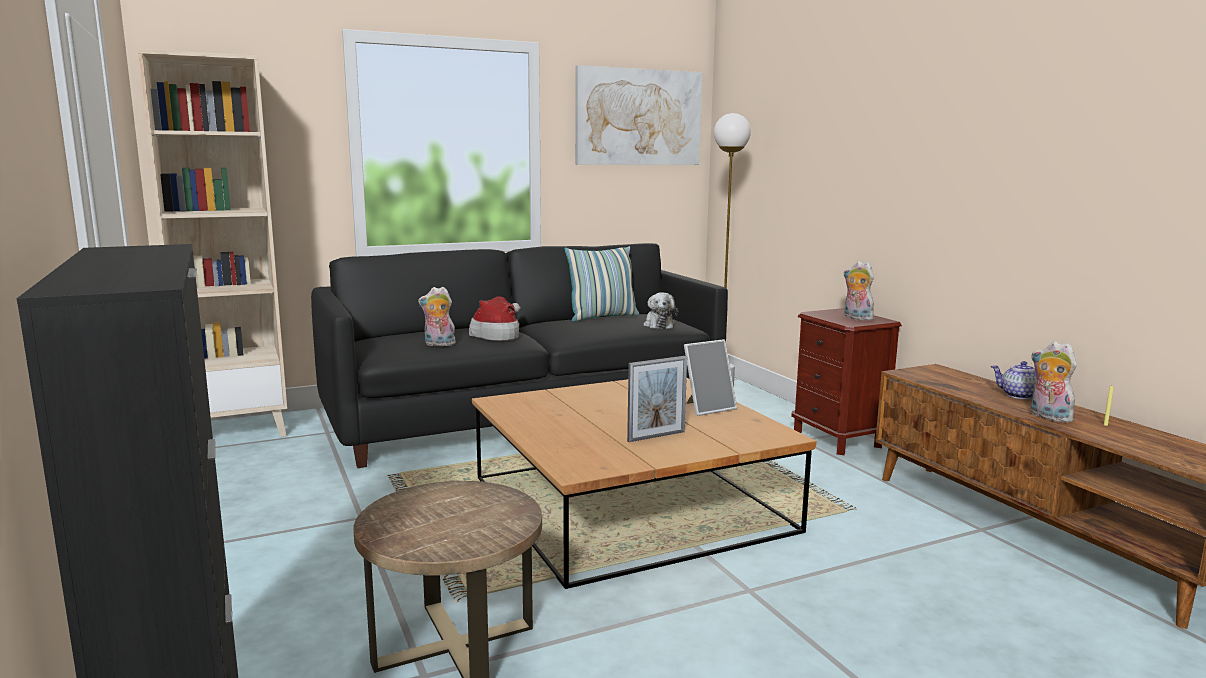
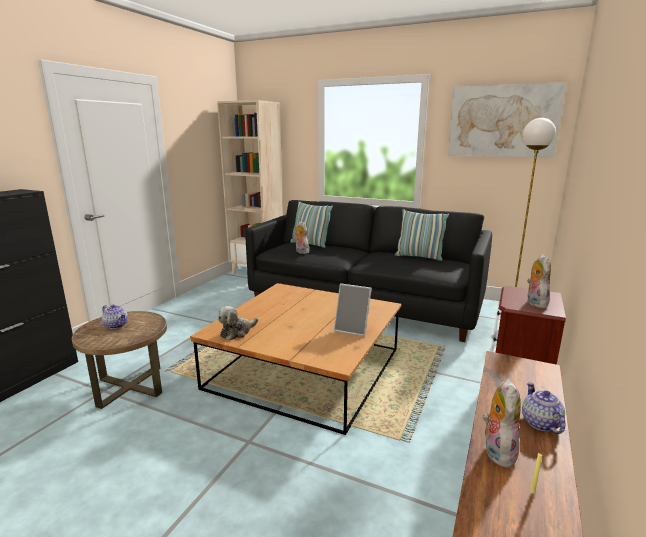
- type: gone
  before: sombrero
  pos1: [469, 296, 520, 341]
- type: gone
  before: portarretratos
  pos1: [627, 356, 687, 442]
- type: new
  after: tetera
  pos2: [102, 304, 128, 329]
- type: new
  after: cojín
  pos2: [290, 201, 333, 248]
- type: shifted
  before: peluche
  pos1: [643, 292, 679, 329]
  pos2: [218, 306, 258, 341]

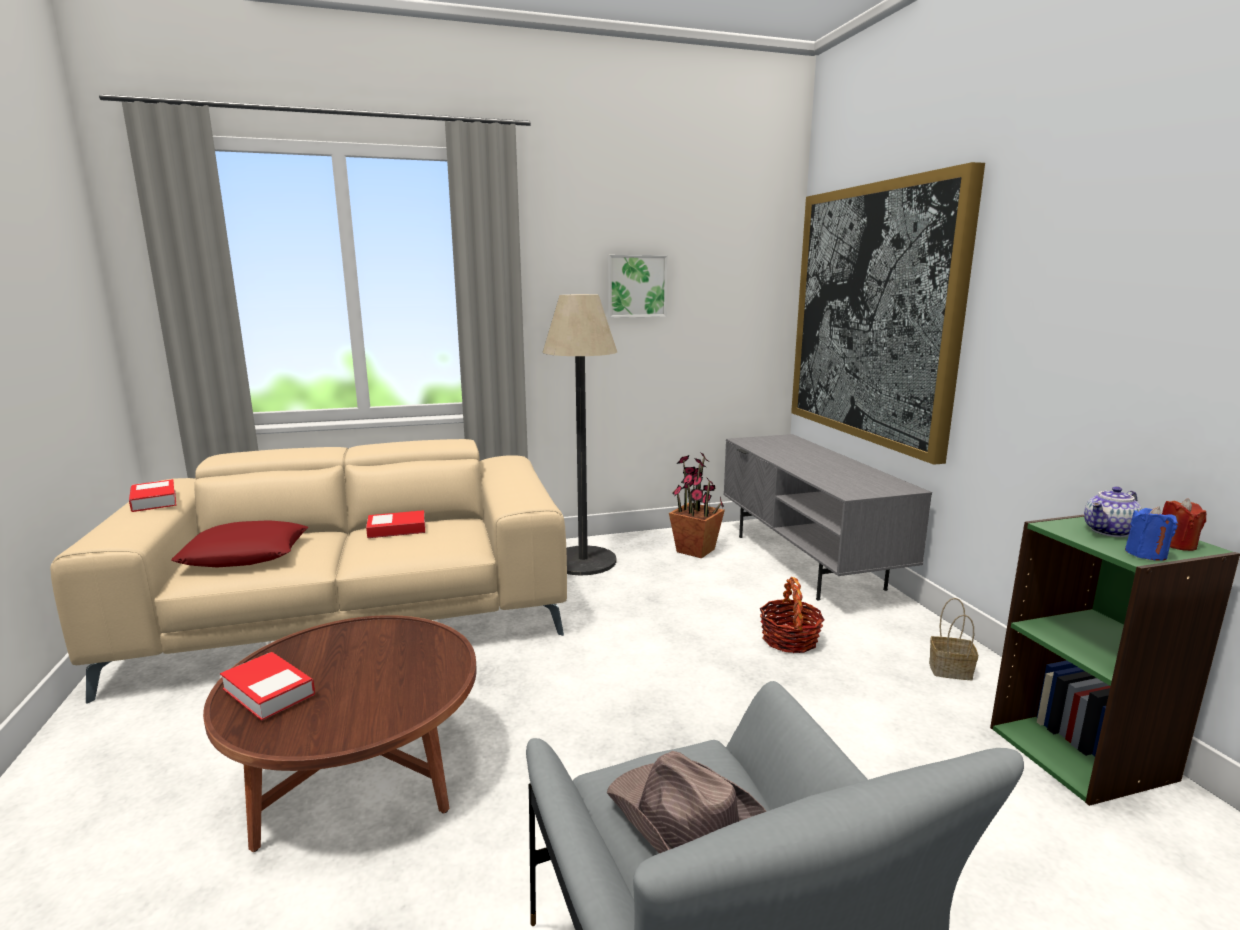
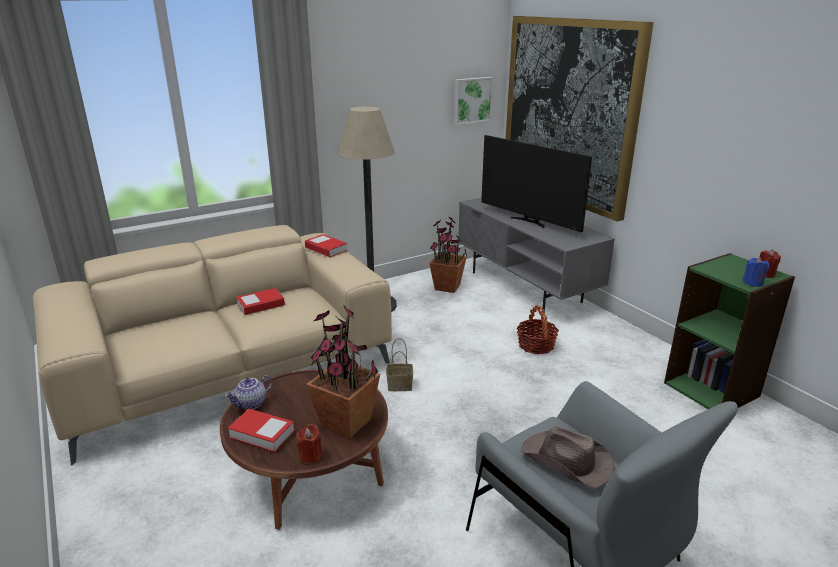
- type: gone
  before: cojín [rojo]
  pos1: [171, 520, 308, 567]
- type: new
  after: vela [rojo]
  pos2: [296, 424, 322, 463]
- type: new
  after: planta en maceta
  pos2: [306, 304, 380, 438]
- type: new
  after: televisor
  pos2: [481, 135, 592, 232]
- type: shifted
  before: libro
  pos1: [129, 479, 176, 512]
  pos2: [305, 234, 348, 257]
- type: shifted
  before: cuadro
  pos1: [608, 255, 667, 318]
  pos2: [454, 77, 493, 125]
- type: shifted
  before: cesta
  pos1: [929, 598, 978, 680]
  pos2: [386, 338, 413, 391]
- type: shifted
  before: tetera
  pos1: [1084, 487, 1142, 537]
  pos2: [225, 375, 272, 410]

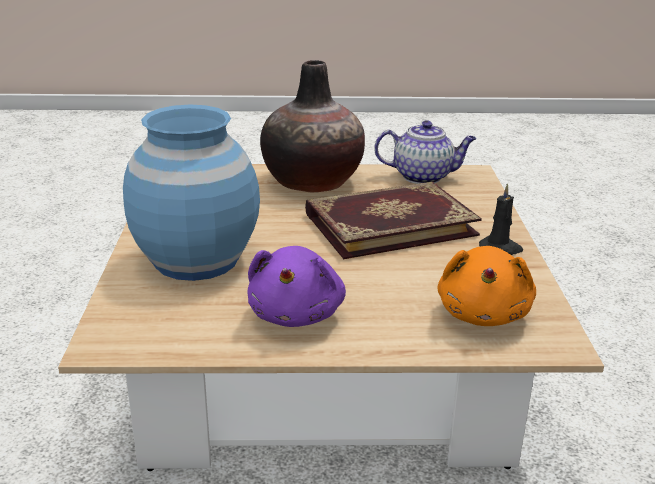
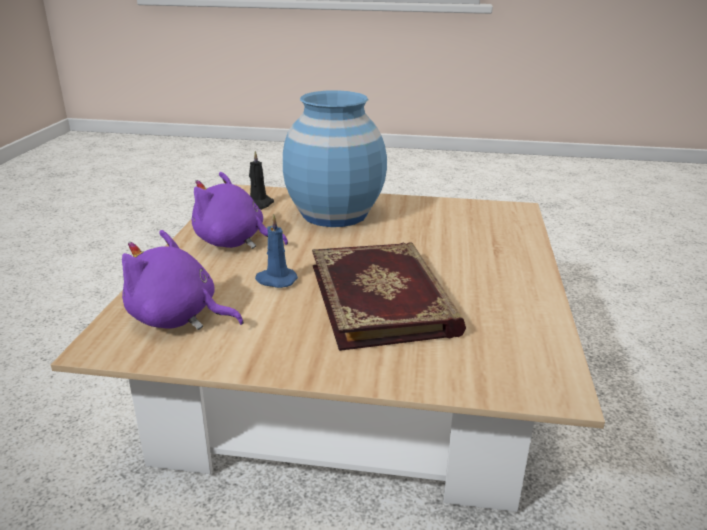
- type: gone
  before: florero
  pos1: [260, 60, 365, 192]
- type: gone
  before: tetera
  pos1: [374, 120, 477, 184]
- type: new
  after: vela [azul]
  pos2: [255, 215, 298, 288]
- type: shifted
  before: vela [negro]
  pos1: [479, 183, 523, 255]
  pos2: [249, 151, 274, 210]
- type: repainted
  before: peluche [naranja]
  after: peluche [morado]
  pos1: [437, 246, 536, 326]
  pos2: [122, 230, 244, 330]

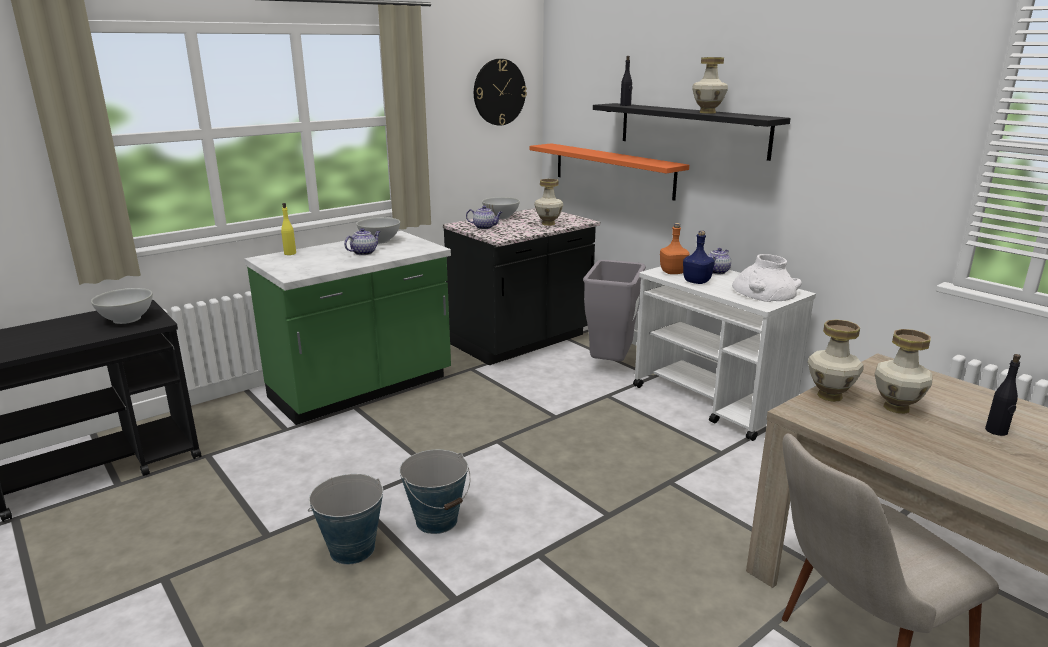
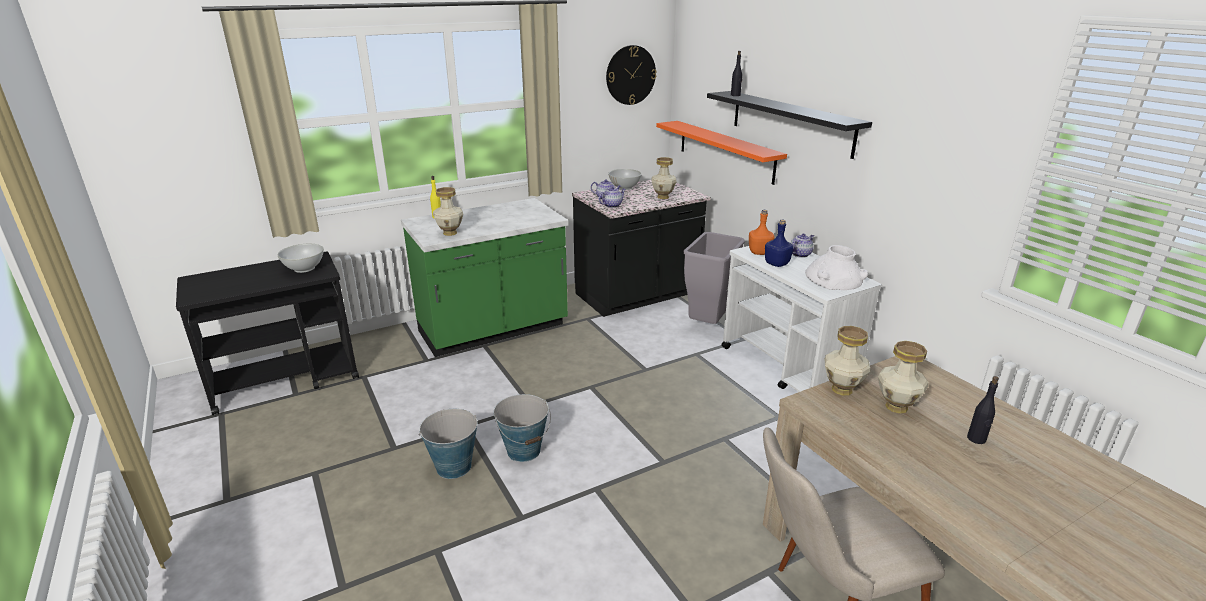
- type: gone
  before: cuenco [blanco]
  pos1: [356, 217, 400, 244]
- type: shifted
  before: tetera
  pos1: [344, 228, 381, 255]
  pos2: [599, 186, 625, 208]
- type: shifted
  before: florero
  pos1: [692, 57, 728, 114]
  pos2: [433, 187, 463, 236]

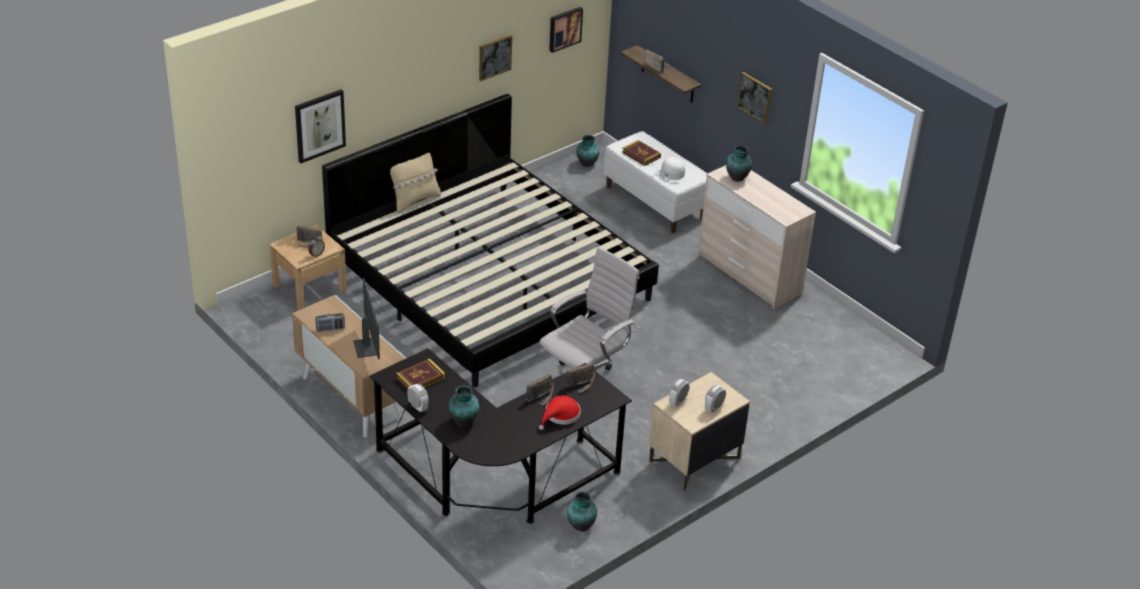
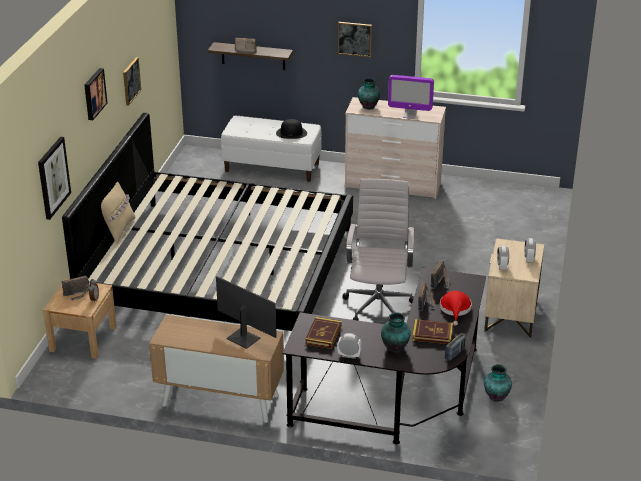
- type: gone
  before: florero
  pos1: [576, 135, 600, 167]
- type: new
  after: monitor
  pos2: [388, 75, 434, 119]
- type: shifted
  before: radio
  pos1: [316, 313, 345, 332]
  pos2: [445, 333, 466, 361]
- type: shifted
  before: cuadro
  pos1: [549, 7, 583, 53]
  pos2: [84, 68, 107, 120]
- type: shifted
  before: libro
  pos1: [622, 140, 661, 166]
  pos2: [412, 319, 453, 344]
- type: repainted
  before: sombrero [blanco]
  after: sombrero [negro]
  pos1: [656, 157, 690, 183]
  pos2: [276, 119, 307, 139]

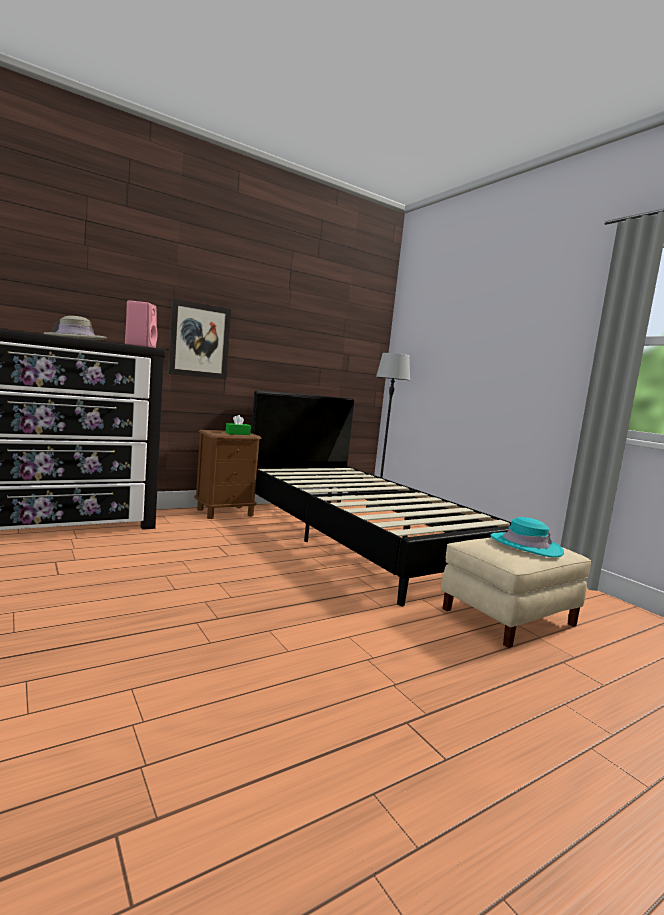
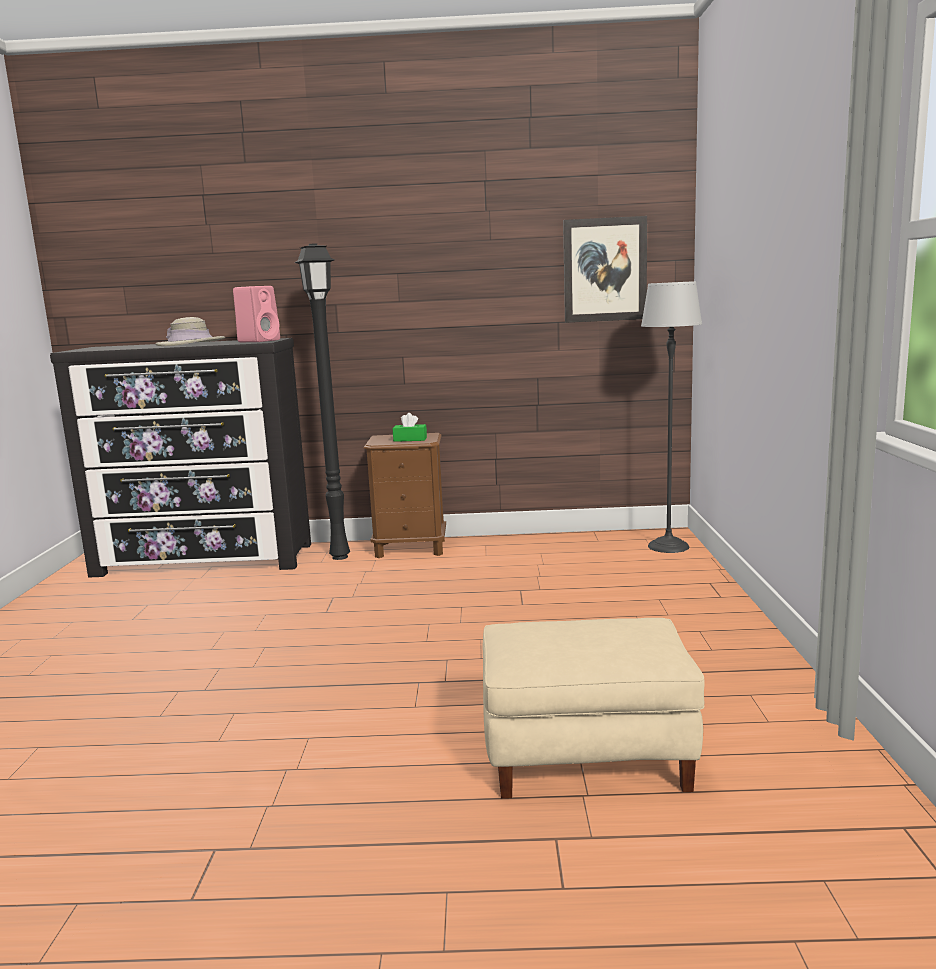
- type: gone
  before: cama [negro]
  pos1: [251, 390, 512, 606]
- type: gone
  before: sombrero [turquesa]
  pos1: [490, 517, 564, 557]
- type: new
  after: lámpara de pie [negro]
  pos2: [295, 244, 350, 560]
- type: shifted
  before: cuadro
  pos1: [168, 299, 231, 379]
  pos2: [563, 216, 647, 323]

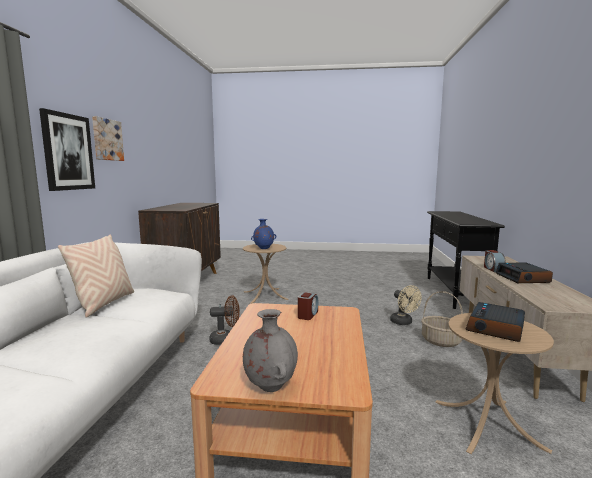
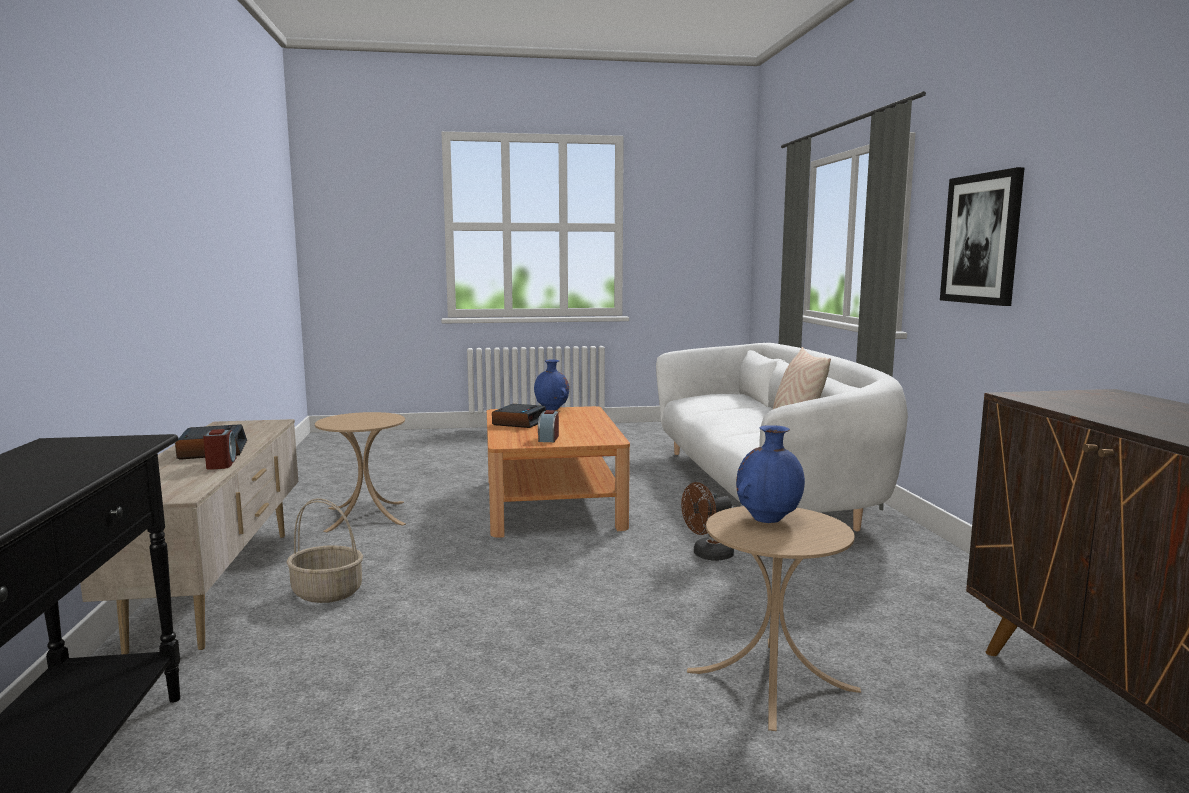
- type: gone
  before: cuadro
  pos1: [92, 116, 124, 161]
- type: gone
  before: ventilador [beis]
  pos1: [390, 285, 422, 325]
- type: shifted
  before: despertador
  pos1: [466, 302, 525, 342]
  pos2: [492, 404, 546, 428]
- type: repainted
  before: florero [gris]
  after: florero [azul]
  pos1: [243, 309, 298, 392]
  pos2: [534, 359, 569, 410]

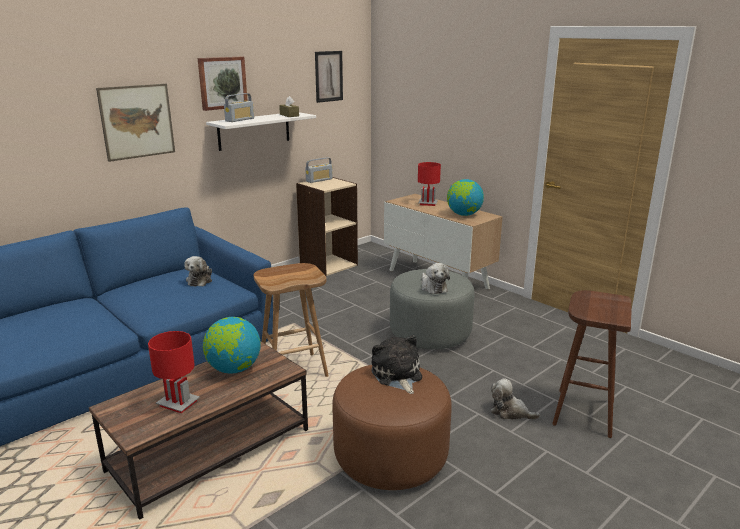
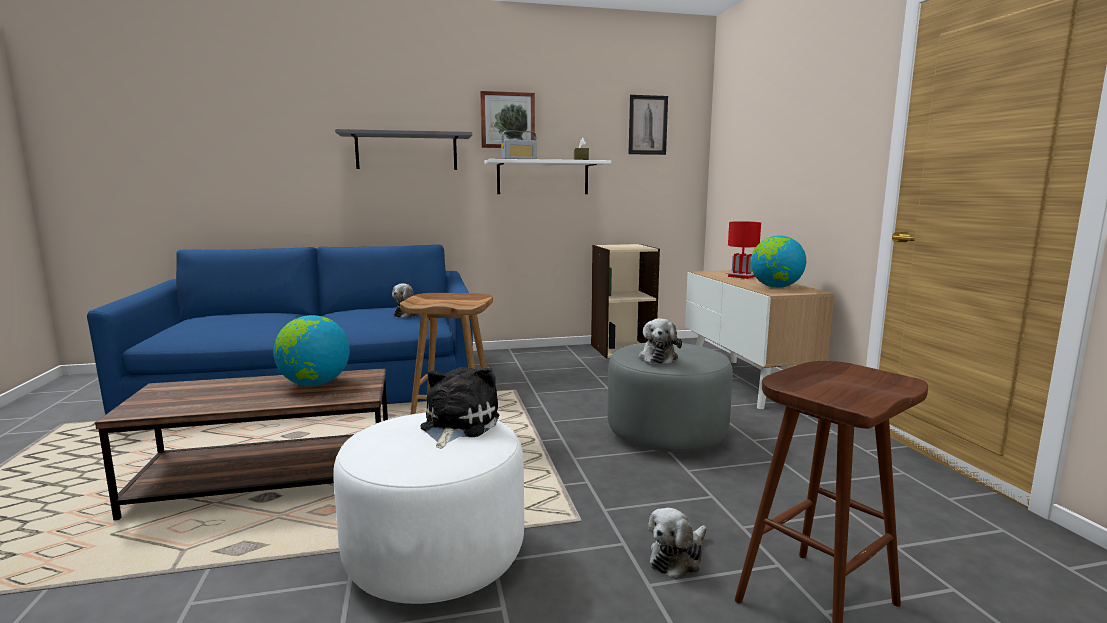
- type: gone
  before: lámpara de mesa [rojo]
  pos1: [148, 331, 200, 413]
- type: gone
  before: radio
  pos1: [305, 157, 333, 183]
- type: swapped
  before: cuadro
  after: estante [gris]
  pos1: [96, 84, 175, 162]
  pos2: [335, 129, 472, 170]
- type: repainted
  before: puf [marrón]
  after: puf [blanco]
  pos1: [332, 365, 452, 490]
  pos2: [333, 413, 524, 604]
- type: rotated
  before: peluche
  pos1: [491, 378, 541, 420]
  pos2: [648, 508, 707, 580]
  turn: -105

